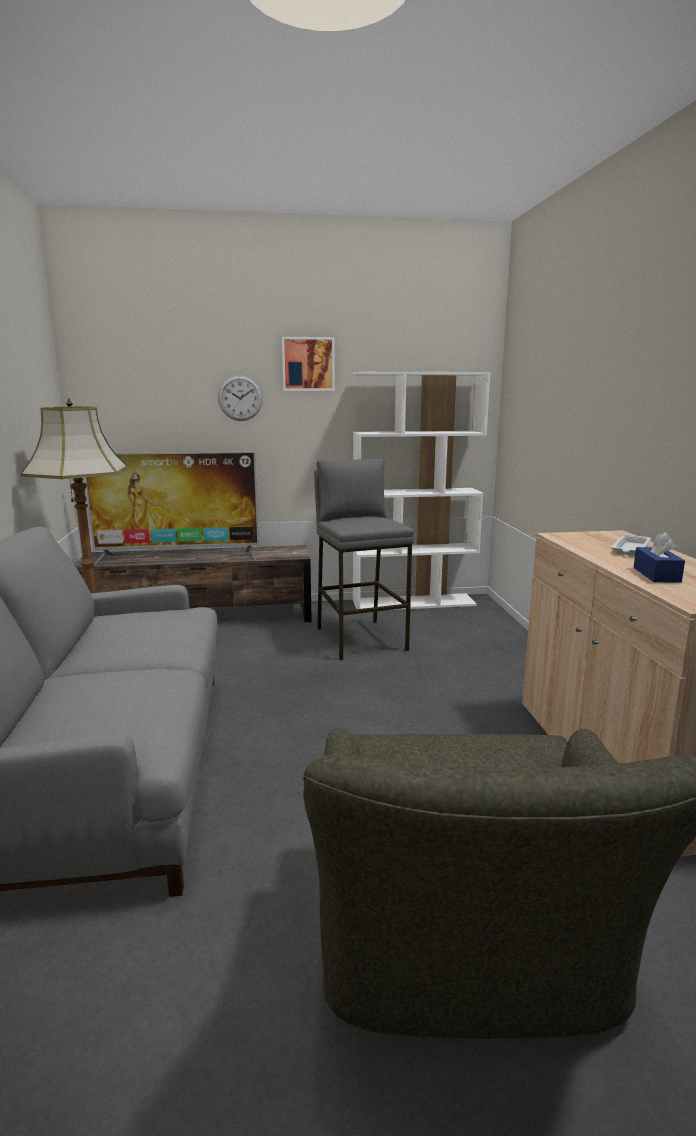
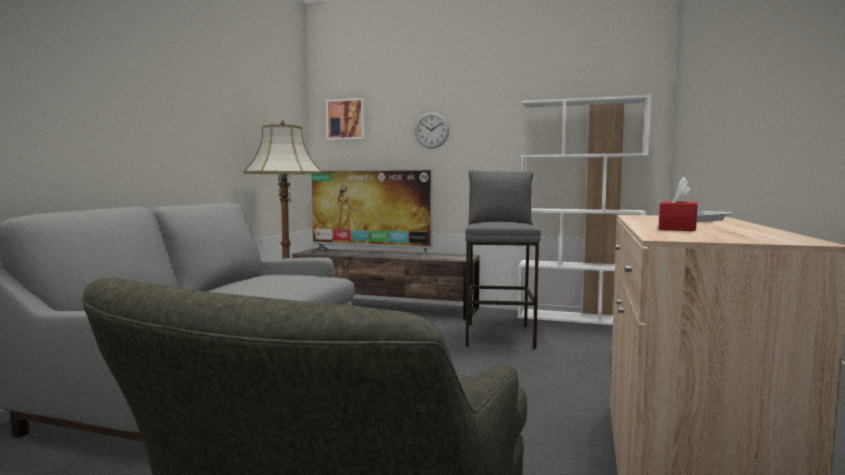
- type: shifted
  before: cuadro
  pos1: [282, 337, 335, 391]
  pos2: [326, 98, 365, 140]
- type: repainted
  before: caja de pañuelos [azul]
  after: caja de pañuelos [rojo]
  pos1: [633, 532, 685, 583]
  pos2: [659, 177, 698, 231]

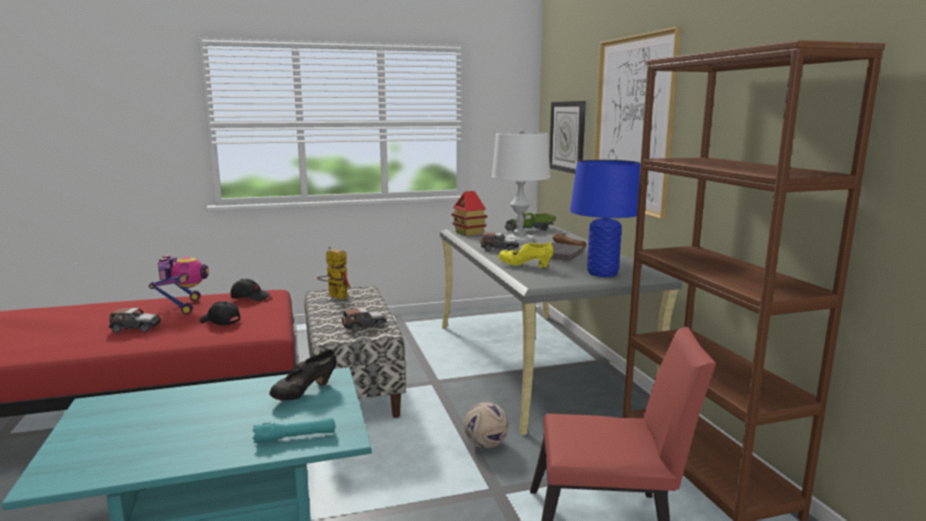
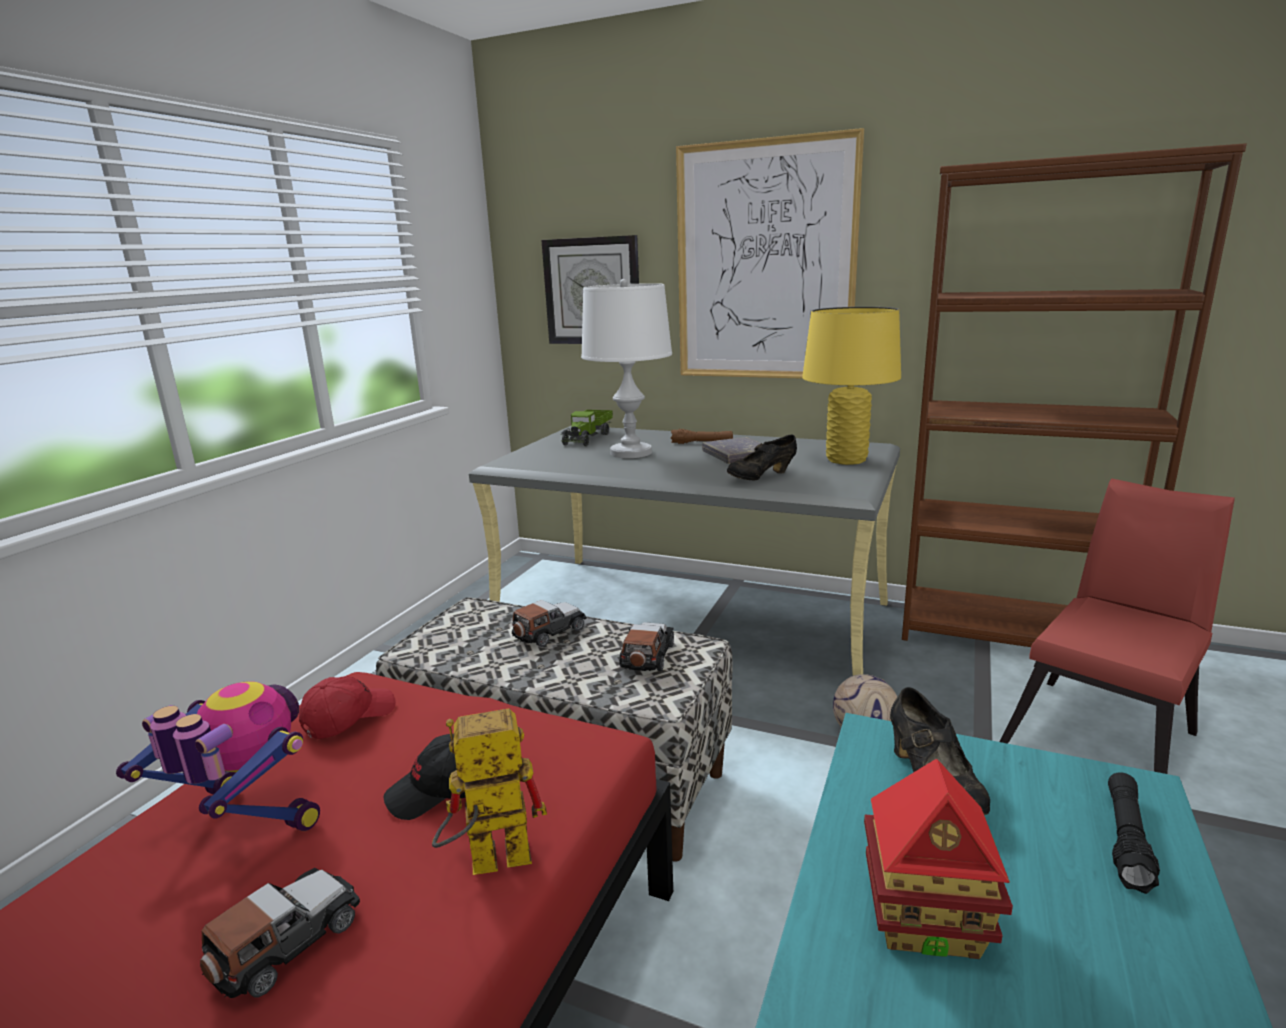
- type: shifted
  before: robot de juguete
  pos1: [317, 247, 351, 299]
  pos2: [432, 709, 547, 875]
- type: shifted
  before: casita
  pos1: [452, 191, 488, 236]
  pos2: [864, 759, 1013, 959]
- type: shifted
  before: coche de juguete
  pos1: [480, 233, 519, 252]
  pos2: [512, 600, 587, 647]
- type: repainted
  before: gorra [negro]
  after: gorra [rojo]
  pos1: [231, 279, 271, 301]
  pos2: [299, 676, 396, 739]
- type: repainted
  before: linterna [turquesa]
  after: linterna [negro]
  pos1: [252, 418, 335, 443]
  pos2: [1108, 772, 1160, 894]
- type: repainted
  before: zapato [amarillo]
  after: zapato [negro]
  pos1: [498, 242, 553, 268]
  pos2: [727, 435, 797, 480]
- type: repainted
  before: lámpara de mesa [azul]
  after: lámpara de mesa [amarillo]
  pos1: [570, 160, 641, 277]
  pos2: [802, 307, 901, 465]

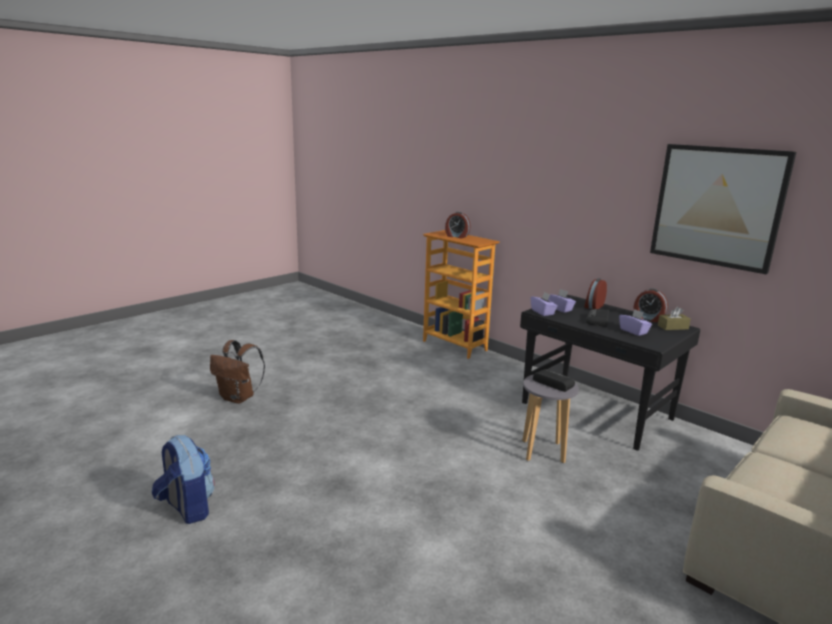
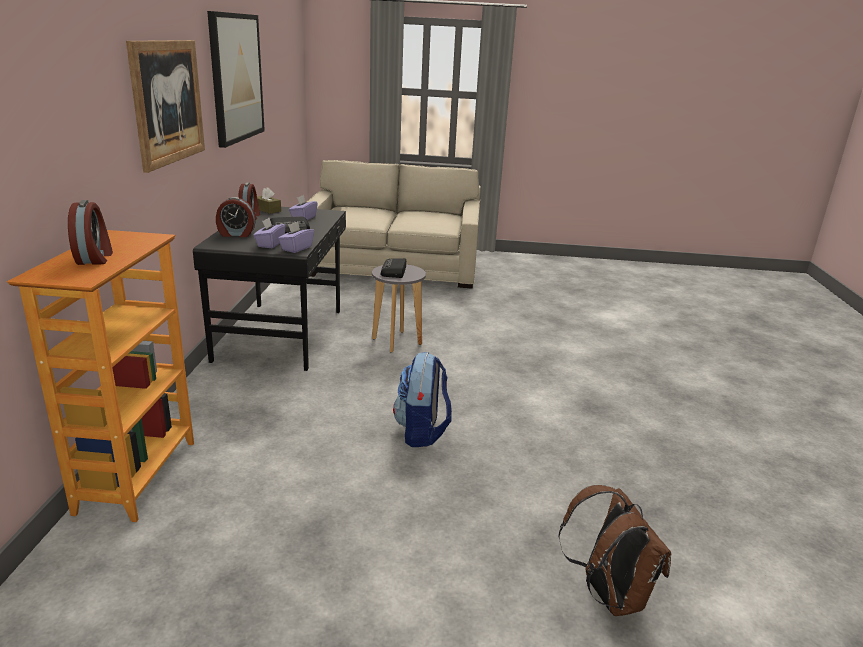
- type: new
  after: cuadro
  pos2: [126, 40, 205, 173]
- type: shifted
  before: mochila
  pos1: [152, 435, 215, 524]
  pos2: [393, 352, 452, 447]

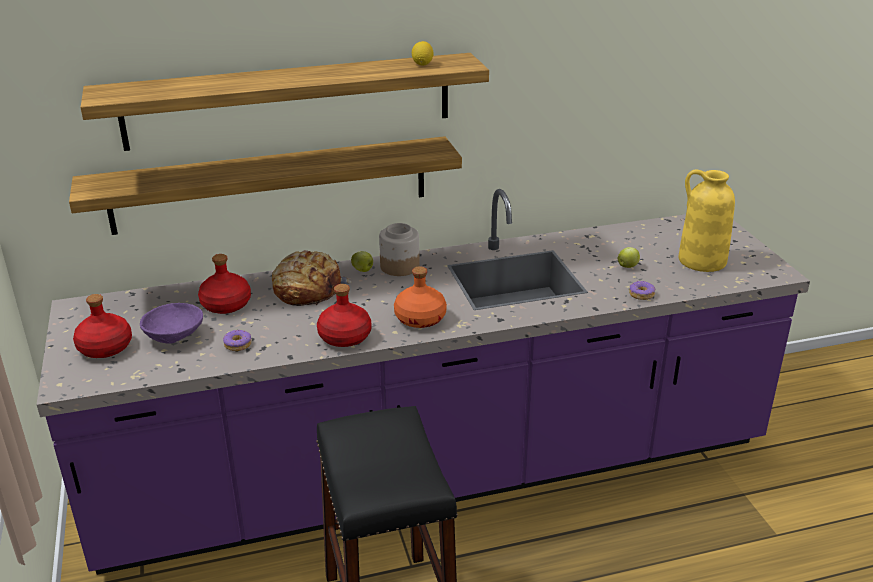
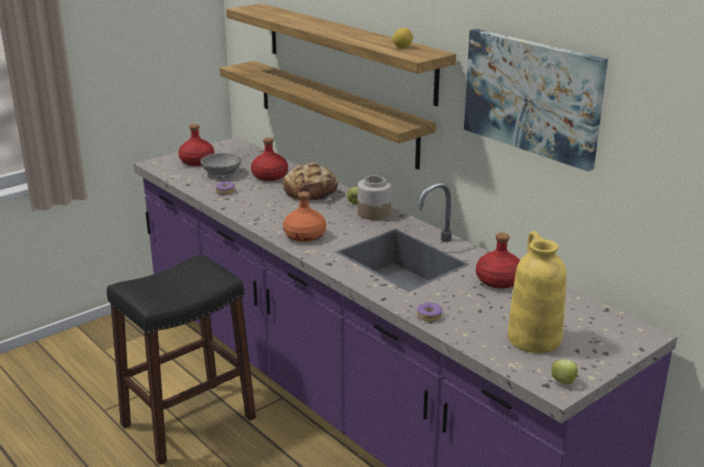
- type: new
  after: cuadro
  pos2: [464, 29, 608, 171]
- type: shifted
  before: botella [rojo]
  pos1: [317, 284, 371, 347]
  pos2: [476, 233, 520, 289]
- type: shifted
  before: manzana
  pos1: [618, 247, 640, 268]
  pos2: [551, 359, 580, 384]
- type: repainted
  before: cuenco [morado]
  after: cuenco [gris]
  pos1: [140, 303, 203, 344]
  pos2: [201, 153, 242, 175]

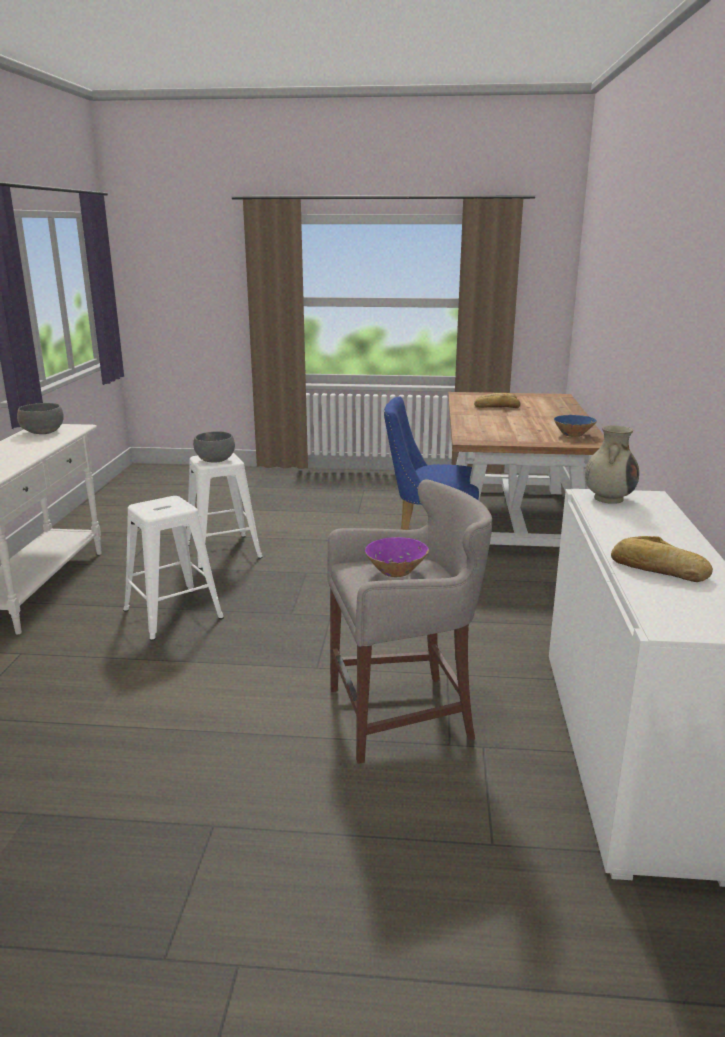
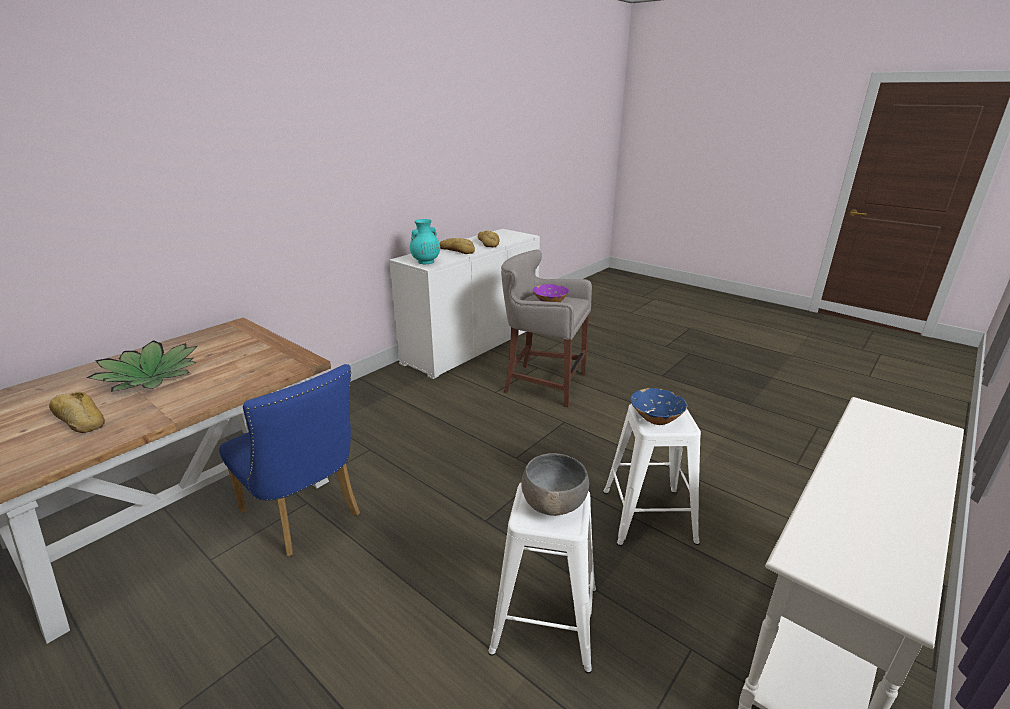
- type: gone
  before: cuenco [gris]
  pos1: [17, 403, 64, 434]
- type: new
  after: planta en maceta
  pos2: [87, 340, 197, 392]
- type: new
  after: pan
  pos2: [440, 238, 475, 254]
- type: shifted
  before: cuenco [azul]
  pos1: [554, 415, 597, 437]
  pos2: [630, 388, 687, 425]
- type: repainted
  before: florero [beis]
  after: florero [turquesa]
  pos1: [585, 425, 639, 504]
  pos2: [410, 219, 440, 264]

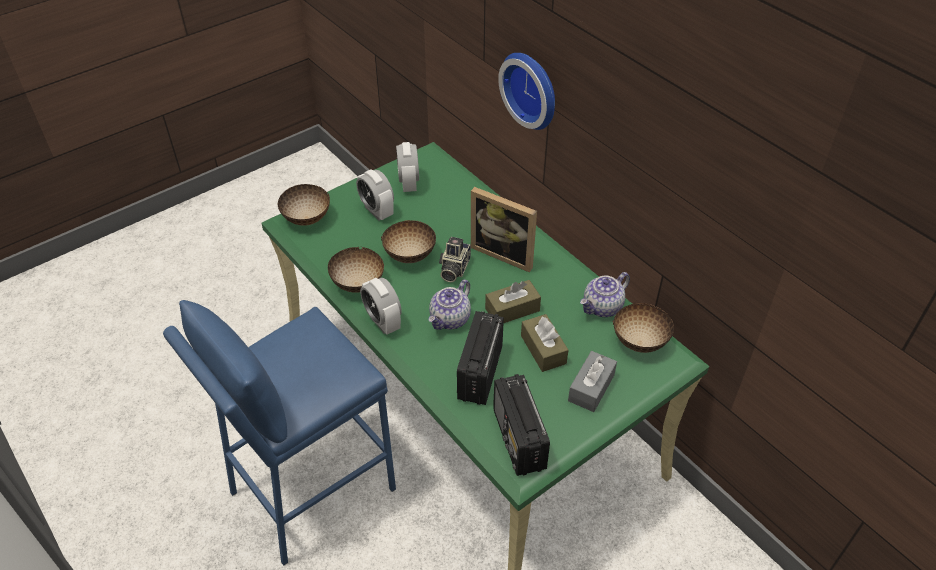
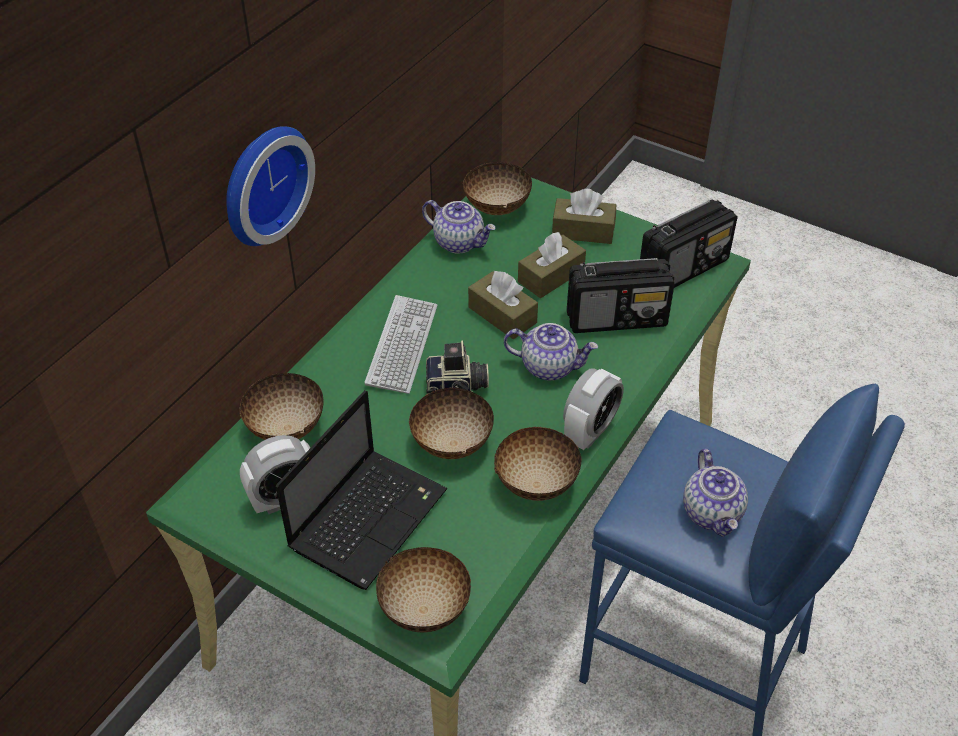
- type: new
  after: cuenco
  pos2: [240, 373, 324, 440]
- type: new
  after: tetera
  pos2: [683, 449, 748, 537]
- type: swapped
  before: despertador
  after: portátil
  pos1: [356, 169, 394, 221]
  pos2: [276, 390, 447, 590]
- type: swapped
  before: portarretratos
  after: teclado
  pos1: [471, 187, 537, 272]
  pos2: [364, 295, 437, 394]
- type: repainted
  before: caja de pañuelos [gris]
  after: caja de pañuelos [marrón]
  pos1: [568, 351, 617, 412]
  pos2: [552, 189, 616, 244]

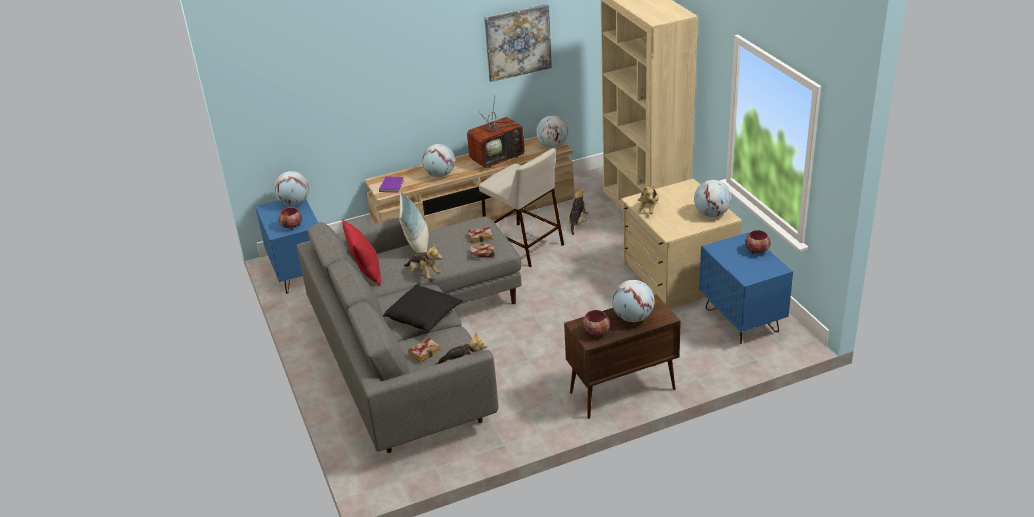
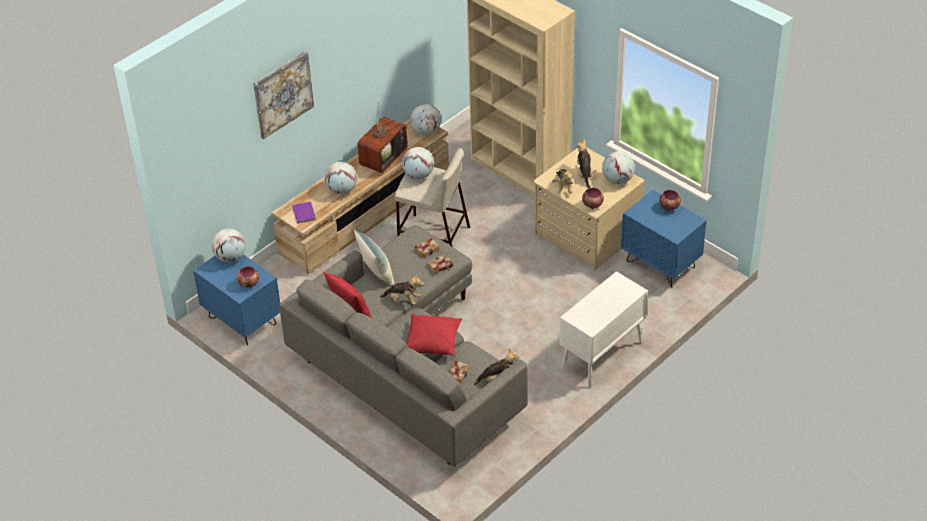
- type: shifted
  before: cuadro
  pos1: [484, 4, 552, 82]
  pos2: [253, 51, 314, 139]
- type: shifted
  before: peluche
  pos1: [568, 188, 588, 235]
  pos2: [577, 139, 596, 188]
- type: shifted
  before: cuenco
  pos1: [582, 310, 610, 337]
  pos2: [582, 188, 604, 209]
- type: shifted
  before: globo terráqueo
  pos1: [612, 280, 655, 322]
  pos2: [402, 147, 434, 180]
- type: repainted
  before: cojín [negro]
  after: cojín [rojo]
  pos1: [383, 284, 463, 332]
  pos2: [406, 313, 462, 356]
- type: repainted
  before: armario [marrón]
  after: armario [blanco]
  pos1: [564, 295, 681, 419]
  pos2: [559, 271, 648, 388]

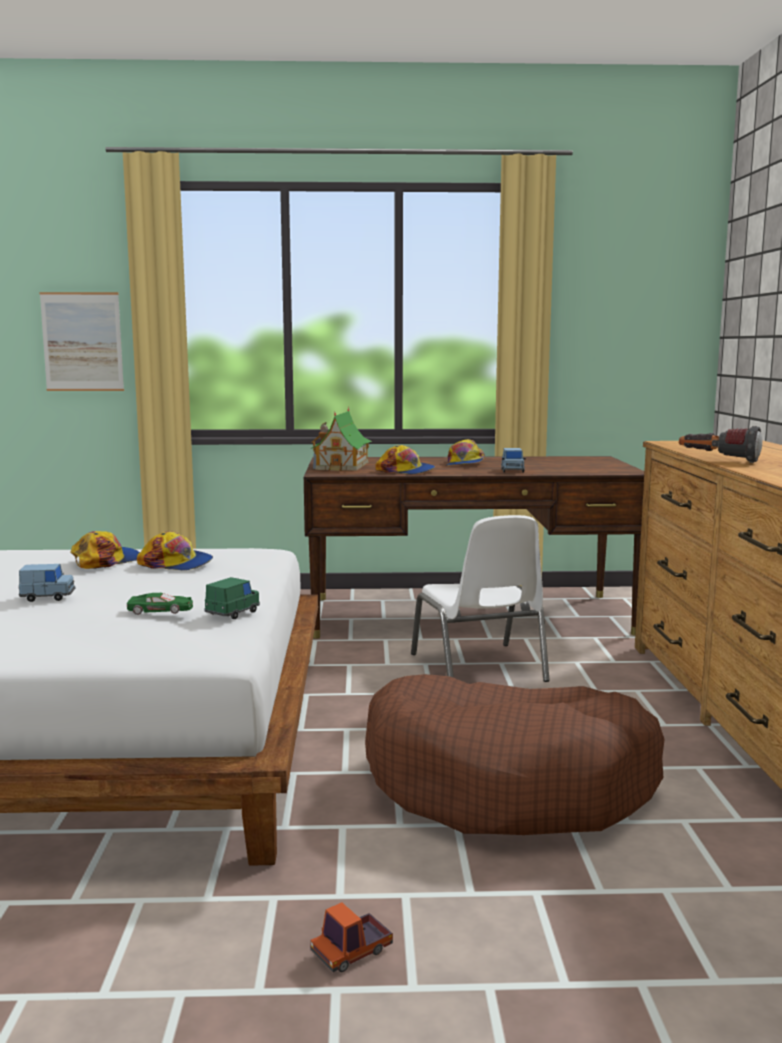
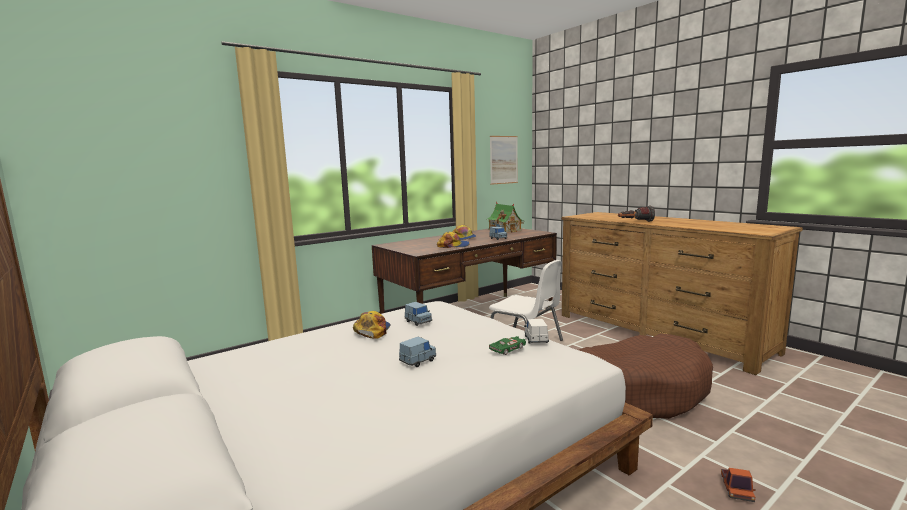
- type: shifted
  before: cuadro
  pos1: [39, 292, 124, 391]
  pos2: [490, 136, 518, 185]
- type: shifted
  before: casita
  pos1: [311, 407, 372, 471]
  pos2: [486, 202, 525, 233]
- type: swapped
  before: gorra
  after: coche de juguete [azul]
  pos1: [137, 531, 213, 570]
  pos2: [405, 302, 432, 326]
- type: repainted
  before: coche de juguete [verde]
  after: coche de juguete [blanco]
  pos1: [204, 577, 260, 619]
  pos2: [524, 319, 549, 344]

